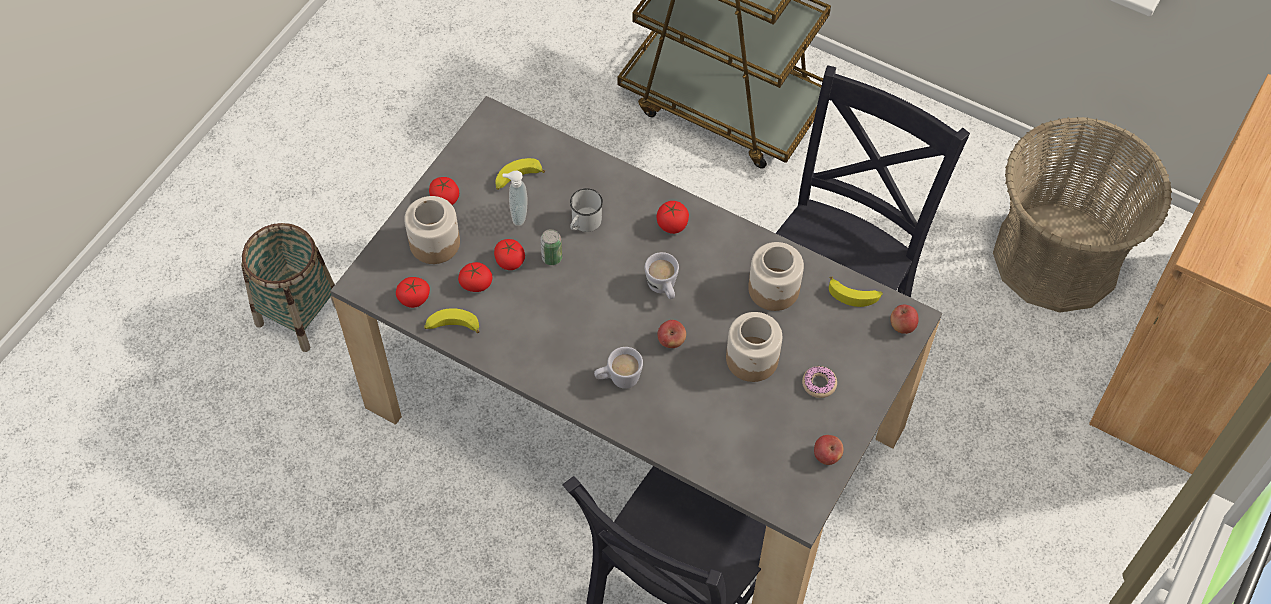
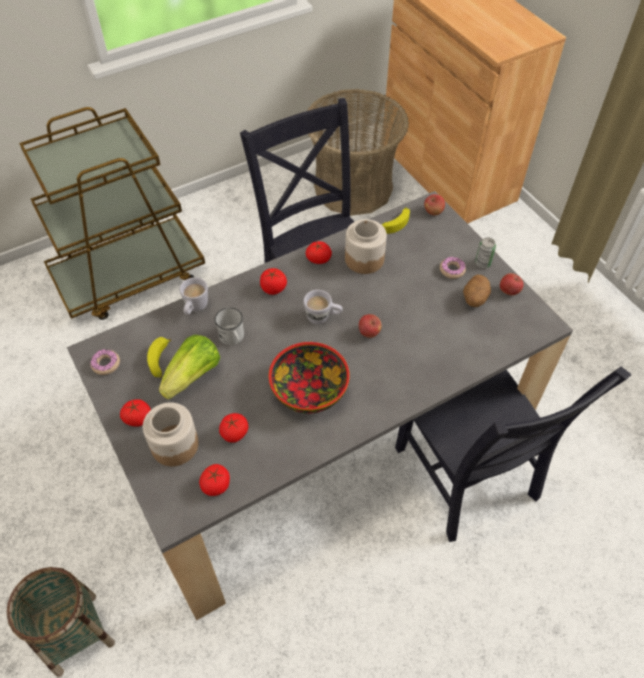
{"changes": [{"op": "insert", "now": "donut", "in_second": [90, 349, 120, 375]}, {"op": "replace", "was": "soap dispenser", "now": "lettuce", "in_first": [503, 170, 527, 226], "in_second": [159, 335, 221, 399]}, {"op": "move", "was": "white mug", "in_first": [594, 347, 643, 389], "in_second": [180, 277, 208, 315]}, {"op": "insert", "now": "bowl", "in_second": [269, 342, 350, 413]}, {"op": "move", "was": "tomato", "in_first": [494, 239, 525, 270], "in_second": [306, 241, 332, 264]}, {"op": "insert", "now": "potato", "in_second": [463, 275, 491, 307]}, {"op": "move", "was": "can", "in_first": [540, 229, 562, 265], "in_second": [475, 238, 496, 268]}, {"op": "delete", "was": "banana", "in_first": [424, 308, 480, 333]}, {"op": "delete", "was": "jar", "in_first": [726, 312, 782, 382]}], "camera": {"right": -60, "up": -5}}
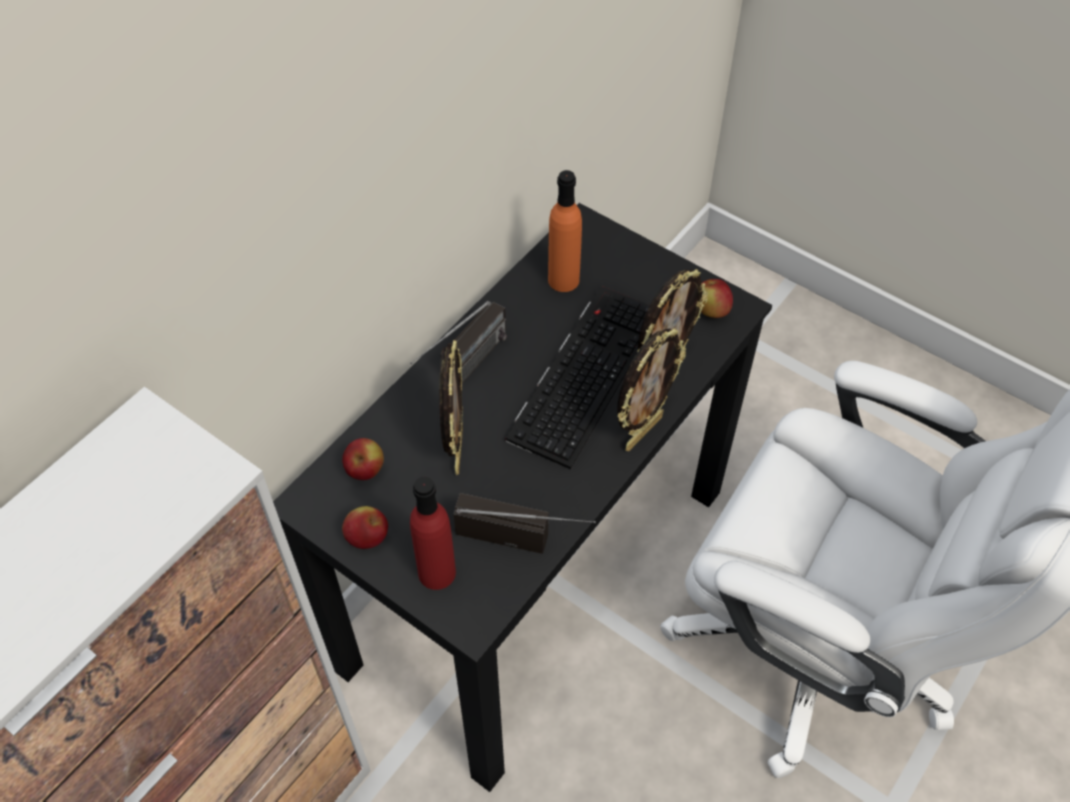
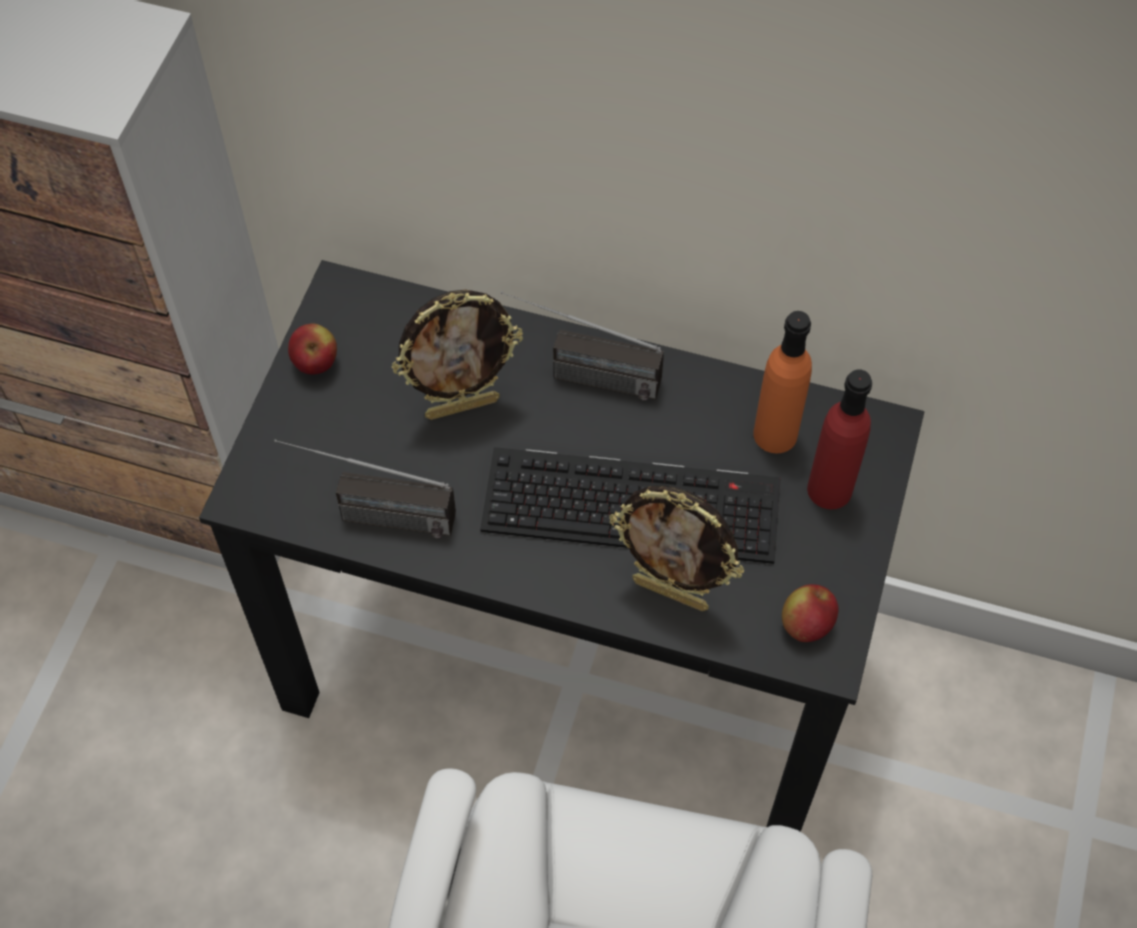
{"changes": [{"op": "rotate", "was": "radio", "in_first": [454, 493, 596, 554], "in_second": [274, 439, 456, 538], "clockwise": 105}, {"op": "move", "was": "red bottle", "in_first": [410, 477, 456, 590], "in_second": [807, 370, 872, 509]}, {"op": "delete", "was": "apple", "in_first": [342, 438, 384, 480]}, {"op": "delete", "was": "picture frame", "in_first": [617, 328, 686, 451]}], "camera": {"right": 70, "up": 5}}
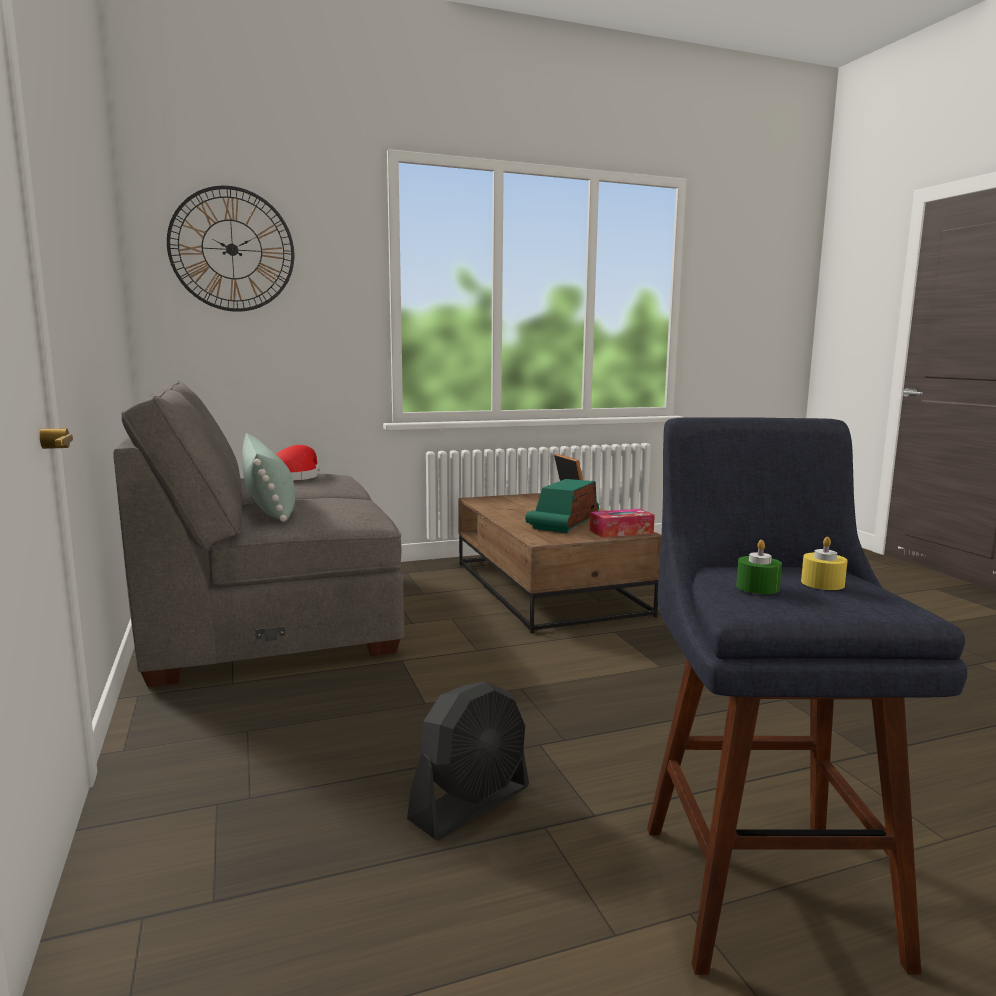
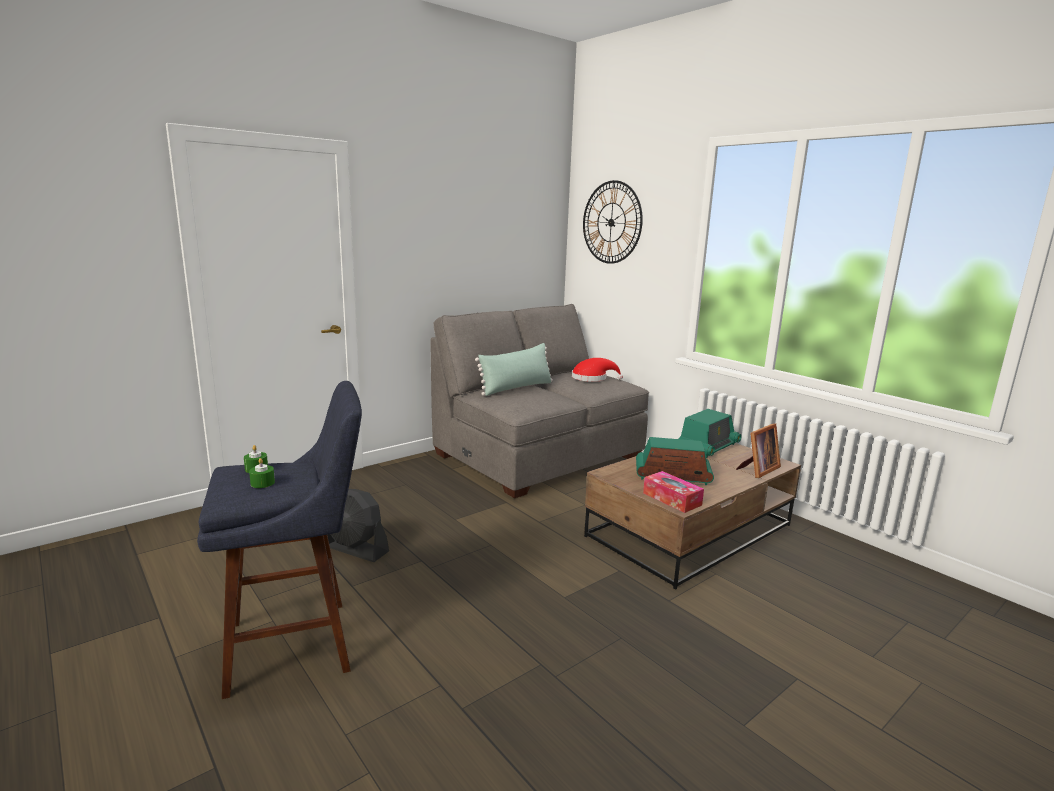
{"changes": [{"op": "recolor", "was": "yellow candle", "now": "green candle", "in_first": [801, 537, 848, 590], "in_second": [249, 458, 275, 488]}, {"op": "insert", "now": "radio", "in_second": [679, 409, 741, 458]}], "camera": {"right": 70, "up": 5}}
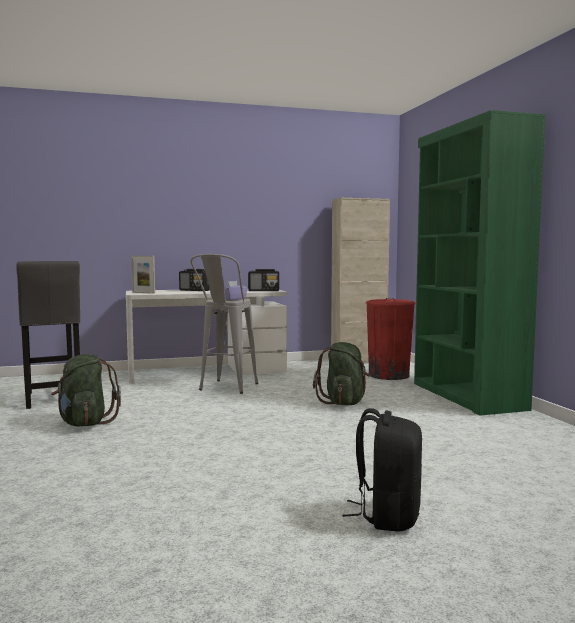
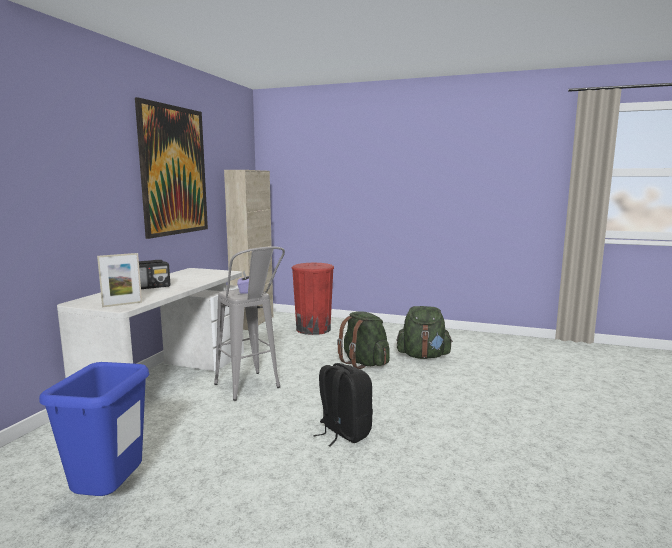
{"changes": [{"op": "replace", "was": "grey stool", "now": "blue trash can", "in_first": [16, 261, 80, 409], "in_second": [39, 362, 150, 496]}, {"op": "insert", "now": "picture", "in_second": [135, 97, 208, 239]}, {"op": "move", "was": "black backpack", "in_first": [343, 408, 422, 532], "in_second": [313, 363, 373, 446]}, {"op": "move", "was": "green backpack", "in_first": [51, 354, 121, 427], "in_second": [397, 306, 453, 359]}, {"op": "delete", "was": "radio", "in_first": [248, 269, 279, 291]}, {"op": "delete", "was": "green bookcase", "in_first": [414, 110, 546, 416]}], "camera": {"right": -55, "up": 5}}
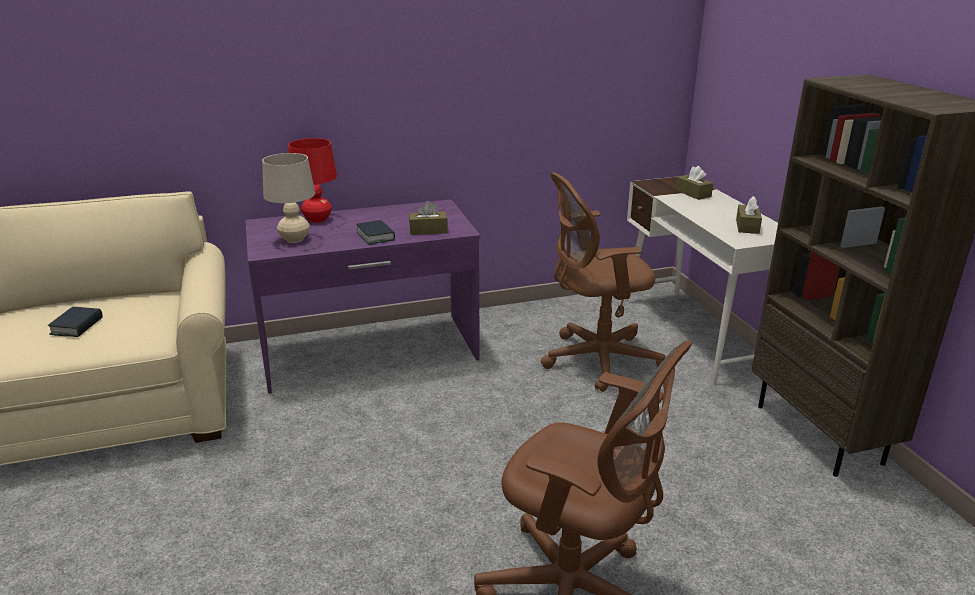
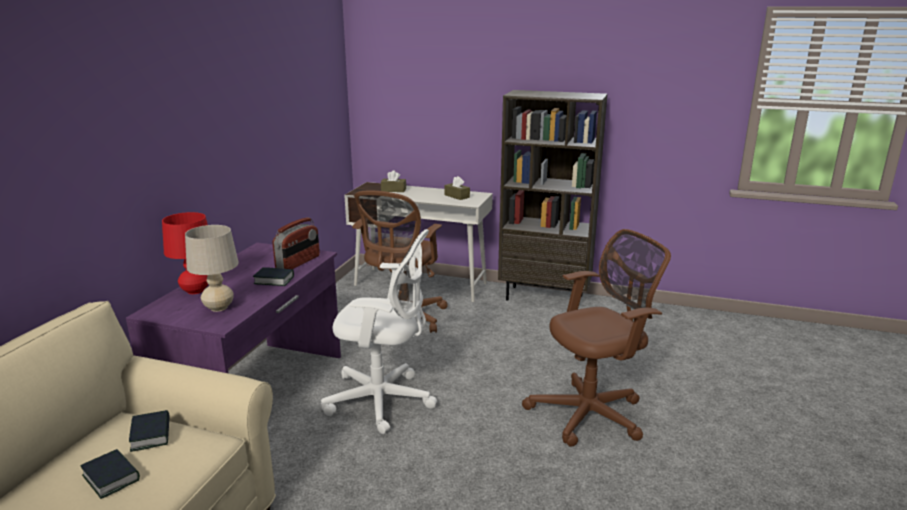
{"changes": [{"op": "insert", "now": "book", "in_second": [129, 410, 170, 452]}, {"op": "replace", "was": "brown tissue box", "now": "radio", "in_first": [409, 201, 448, 235], "in_second": [273, 217, 320, 269]}, {"op": "insert", "now": "white office chair", "in_second": [321, 229, 437, 434]}], "camera": {"right": -55, "up": -5}}
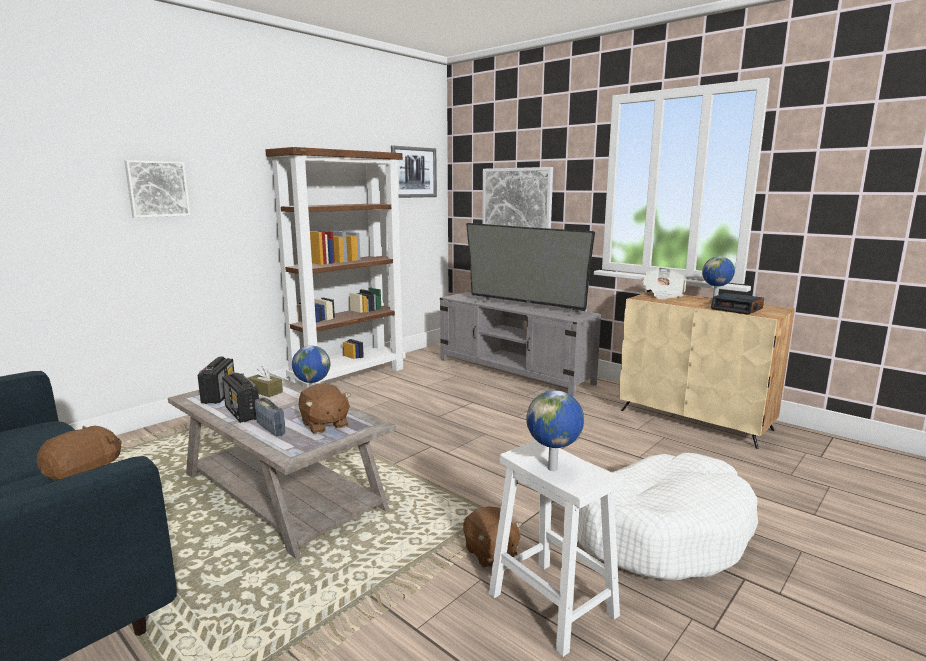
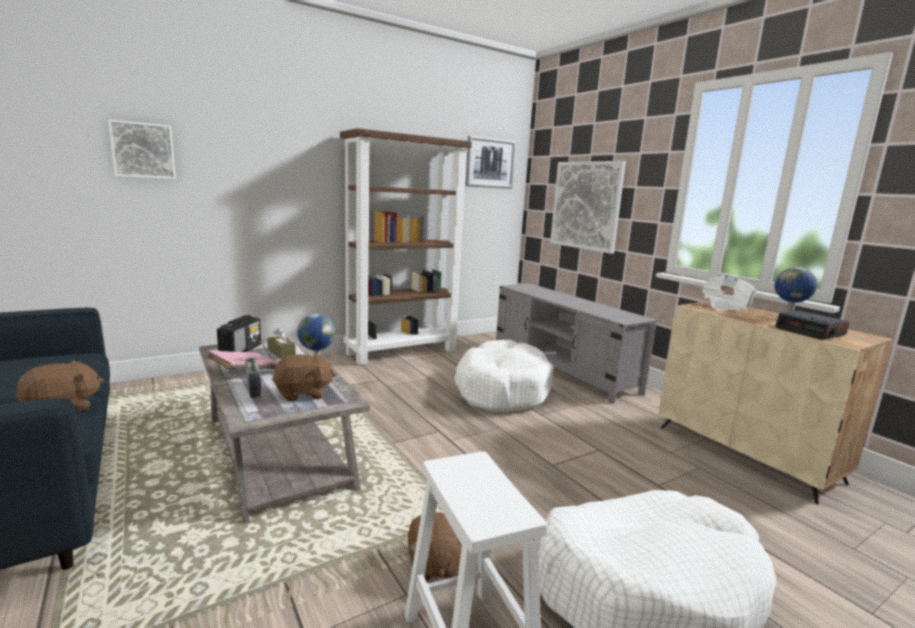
{"changes": [{"op": "move", "was": "picture", "in_first": [124, 160, 190, 218], "in_second": [108, 120, 176, 179]}, {"op": "replace", "was": "radio", "now": "pink book", "in_first": [222, 373, 259, 423], "in_second": [207, 350, 278, 370]}, {"op": "rotate", "was": "brown plush toy", "in_first": [299, 383, 351, 434], "in_second": [272, 353, 336, 402], "clockwise": -90}, {"op": "insert", "now": "white dog bed", "in_second": [454, 340, 554, 412]}, {"op": "delete", "was": "television", "in_first": [466, 223, 595, 316]}, {"op": "delete", "was": "globe", "in_first": [526, 390, 584, 471]}], "camera": {"right": 15, "up": 0}}
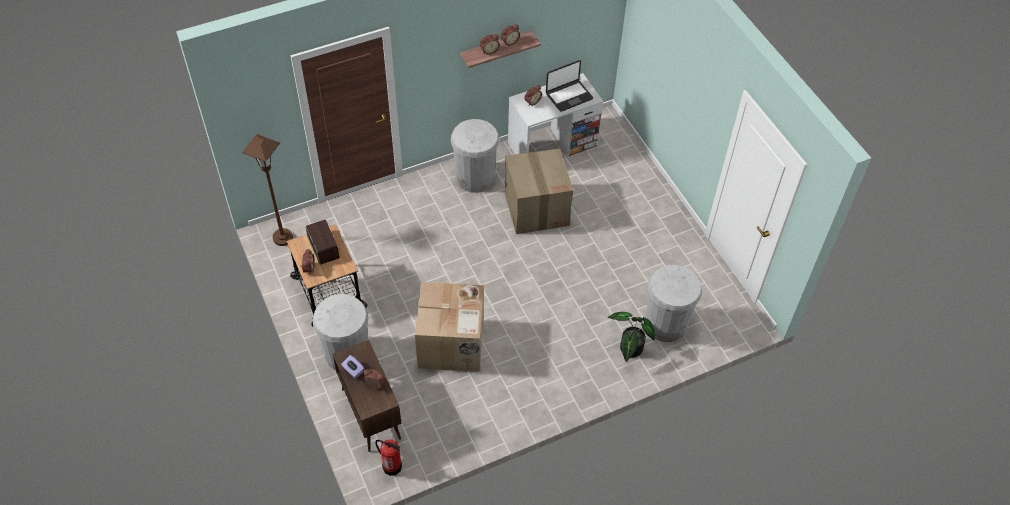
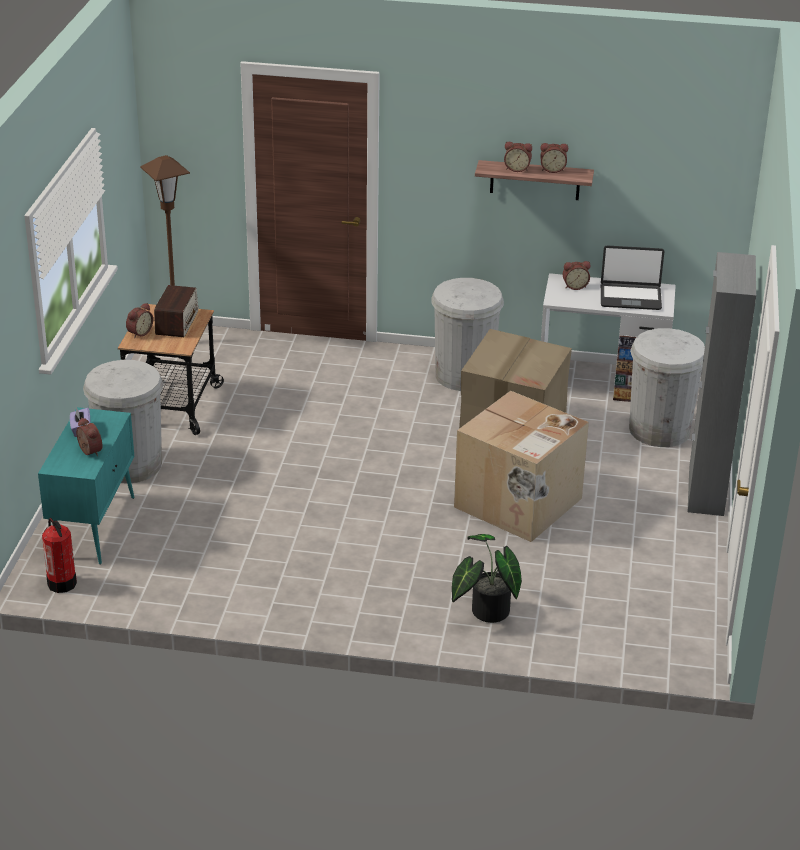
{"changes": [{"op": "recolor", "was": "brown cabinet", "now": "turquoise cabinet", "in_first": [332, 340, 401, 452], "in_second": [38, 407, 134, 565]}, {"op": "move", "was": "cardboard box", "in_first": [415, 282, 484, 372], "in_second": [454, 391, 589, 542]}, {"op": "move", "was": "white trash can", "in_first": [645, 265, 702, 342], "in_second": [629, 328, 705, 447]}, {"op": "insert", "now": "grey cabinet", "in_second": [687, 252, 756, 516]}], "camera": {"right": 35, "up": -20}}
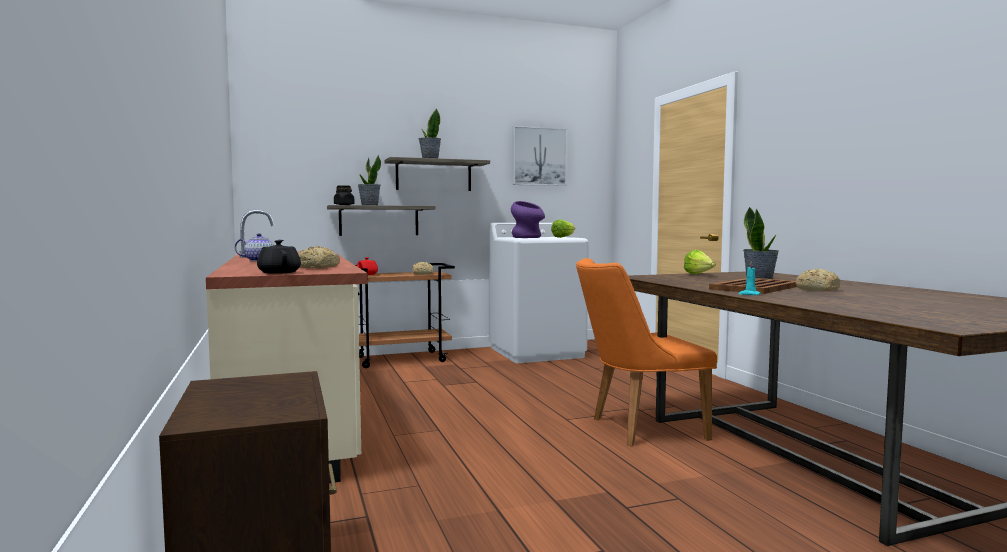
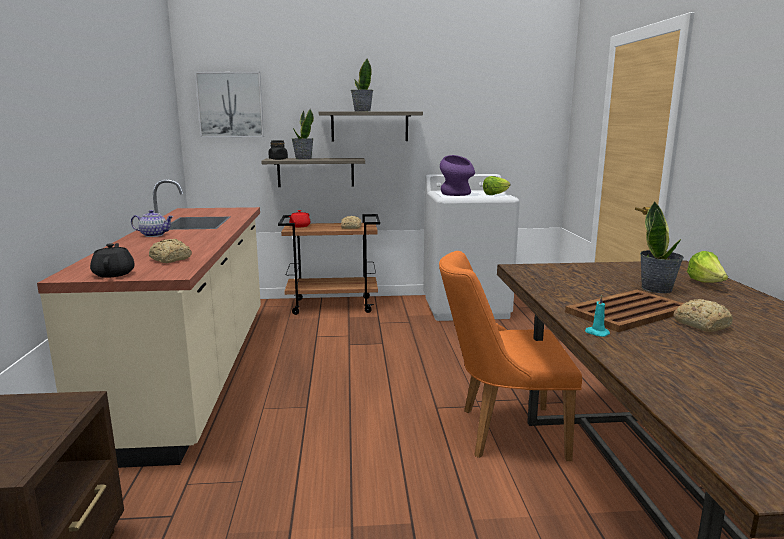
{"changes": [{"op": "move", "was": "picture", "in_first": [513, 126, 567, 186], "in_second": [195, 71, 264, 137]}, {"op": "move", "was": "lettuce", "in_first": [684, 250, 715, 274], "in_second": [687, 251, 728, 283]}], "camera": {"right": 15, "up": 10}}
